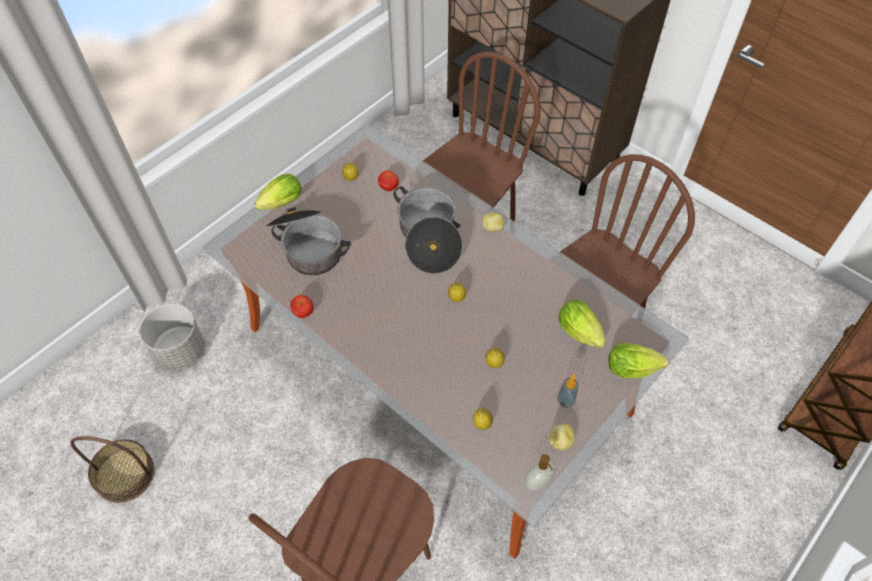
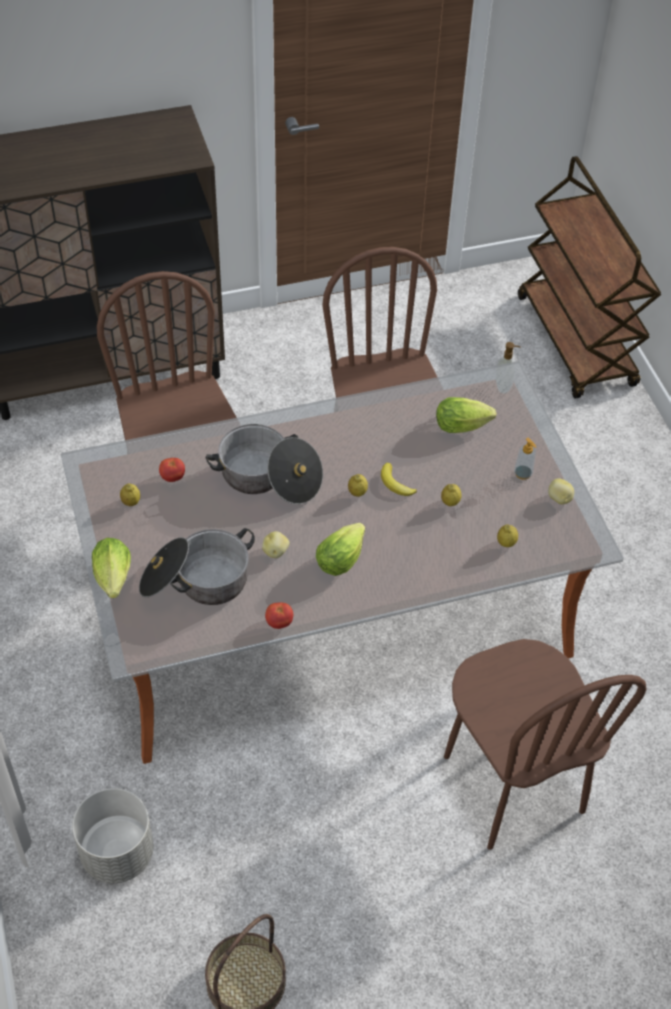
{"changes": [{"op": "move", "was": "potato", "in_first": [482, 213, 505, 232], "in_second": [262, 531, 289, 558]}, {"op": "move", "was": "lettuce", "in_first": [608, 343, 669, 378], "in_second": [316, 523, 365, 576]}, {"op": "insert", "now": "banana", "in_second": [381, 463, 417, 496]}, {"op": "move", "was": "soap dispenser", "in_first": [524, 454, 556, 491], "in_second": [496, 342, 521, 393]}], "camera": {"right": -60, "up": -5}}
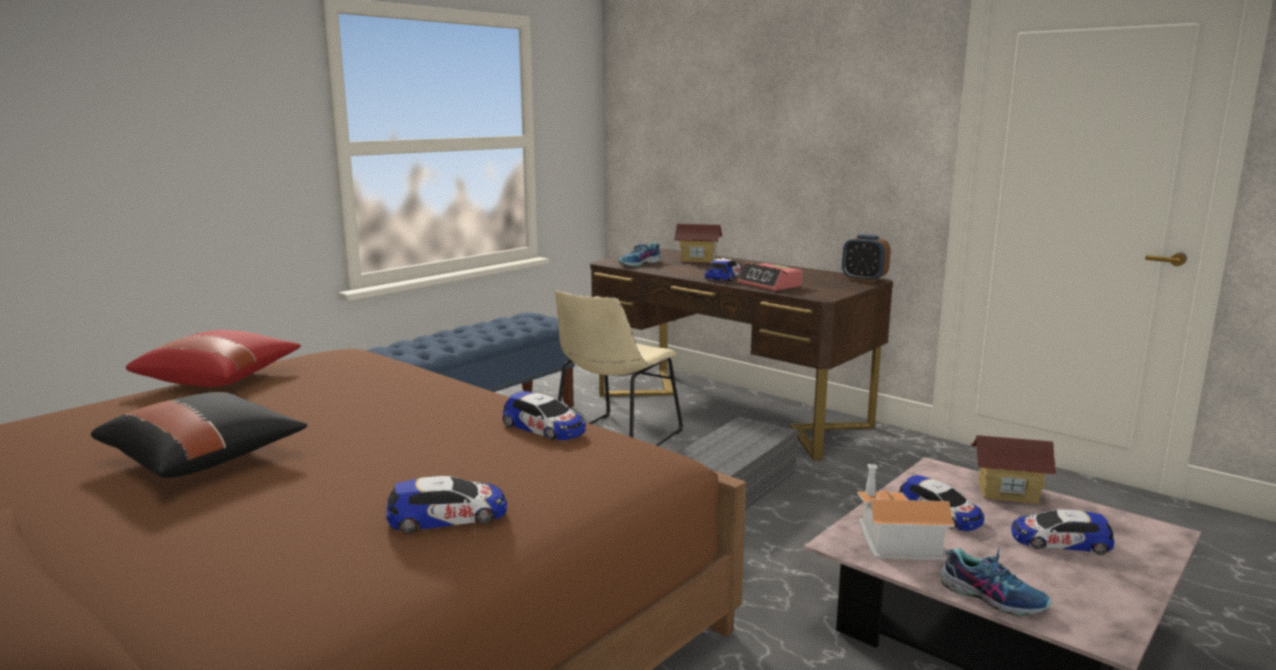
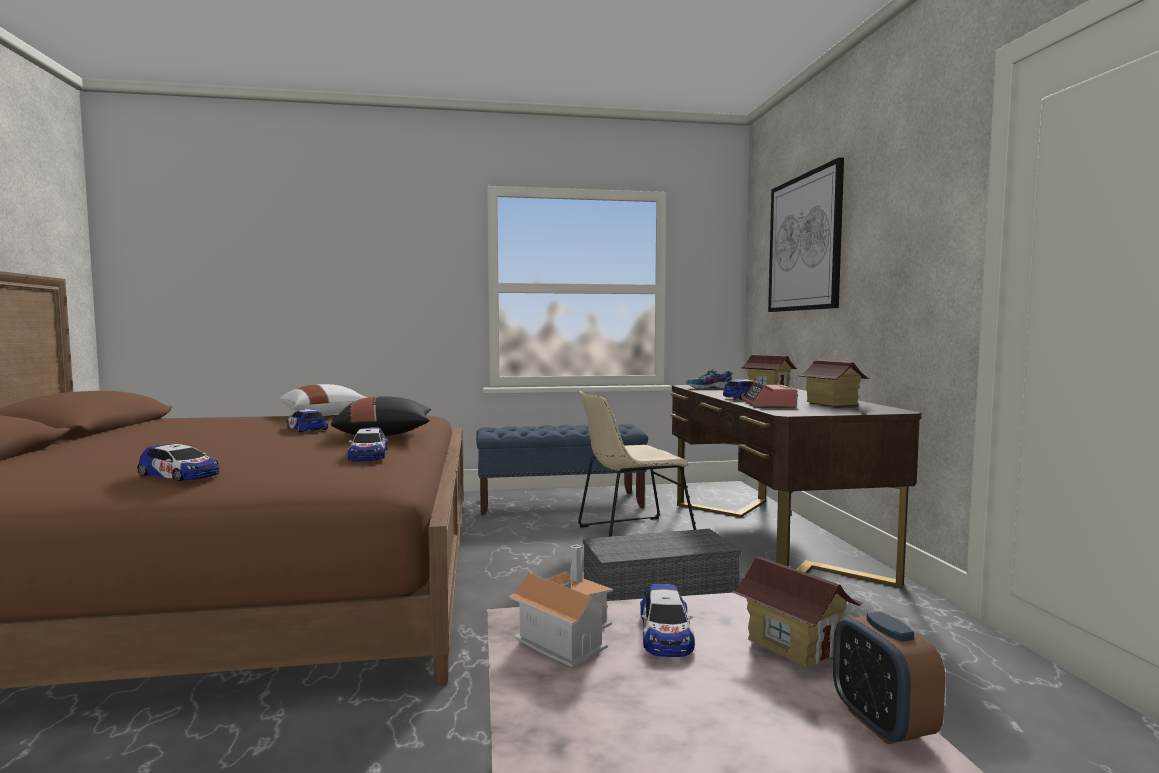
{"changes": [{"op": "recolor", "was": "red pillow", "now": "white pillow", "in_first": [126, 330, 301, 387], "in_second": [280, 384, 367, 416]}, {"op": "move", "was": "toy car", "in_first": [1011, 509, 1114, 555], "in_second": [287, 409, 328, 432]}, {"op": "move", "was": "black pillow", "in_first": [91, 392, 308, 478], "in_second": [331, 396, 431, 436]}, {"op": "insert", "now": "picture", "in_second": [768, 157, 844, 312]}, {"op": "insert", "now": "toy house", "in_second": [797, 360, 870, 406]}, {"op": "move", "was": "alarm clock", "in_first": [842, 234, 891, 282], "in_second": [833, 612, 945, 744]}, {"op": "delete", "was": "shoe", "in_first": [940, 547, 1051, 617]}], "camera": {"right": 40, "up": -10}}
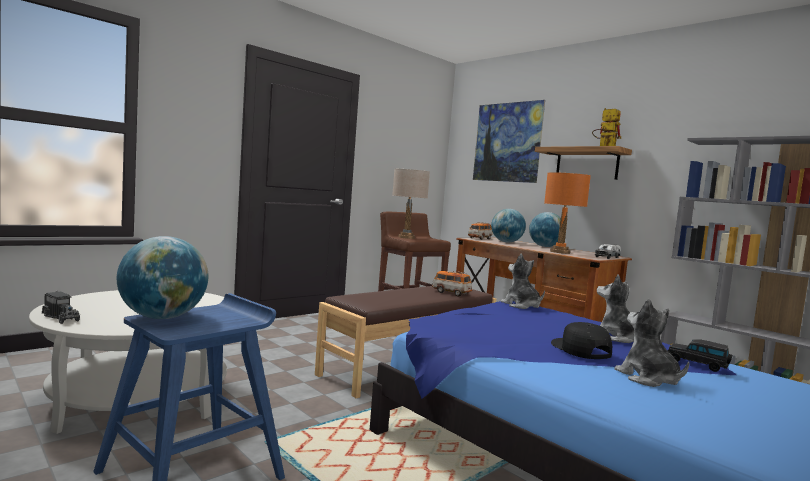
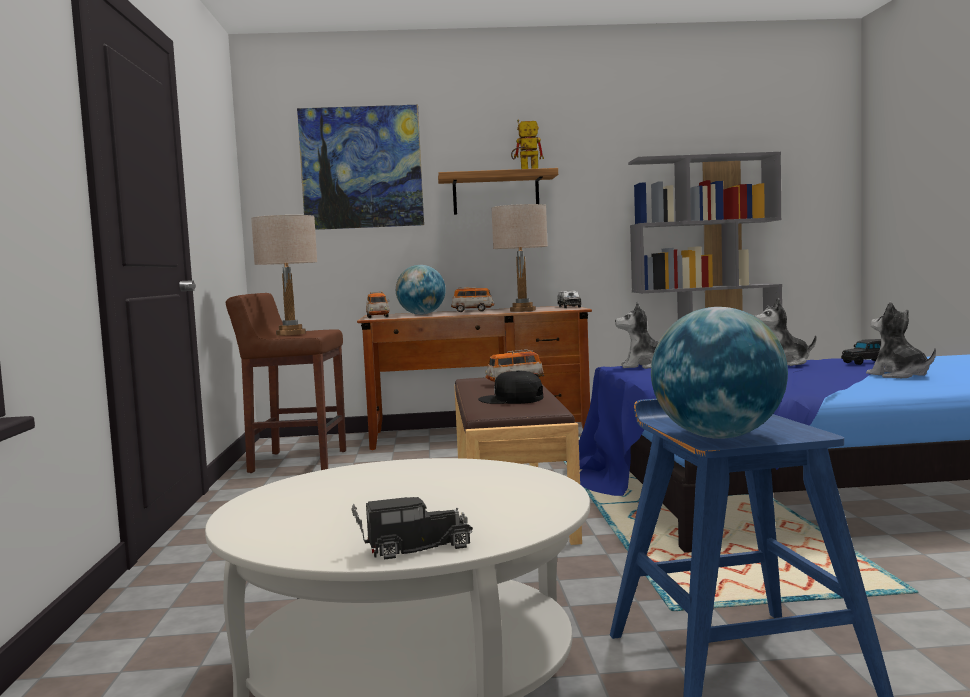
{"changes": [{"op": "replace", "was": "globe", "now": "toy car", "in_first": [529, 212, 561, 247], "in_second": [451, 287, 494, 312]}, {"op": "move", "was": "black cap", "in_first": [551, 322, 612, 359], "in_second": [478, 370, 543, 404]}, {"op": "recolor", "was": "orange table lamp", "now": "beige table lamp", "in_first": [544, 172, 591, 254], "in_second": [491, 204, 548, 312]}, {"op": "rotate", "was": "plush toy", "in_first": [614, 299, 690, 387], "in_second": [866, 302, 936, 378], "clockwise": 45}], "camera": {"right": -50, "up": 0}}
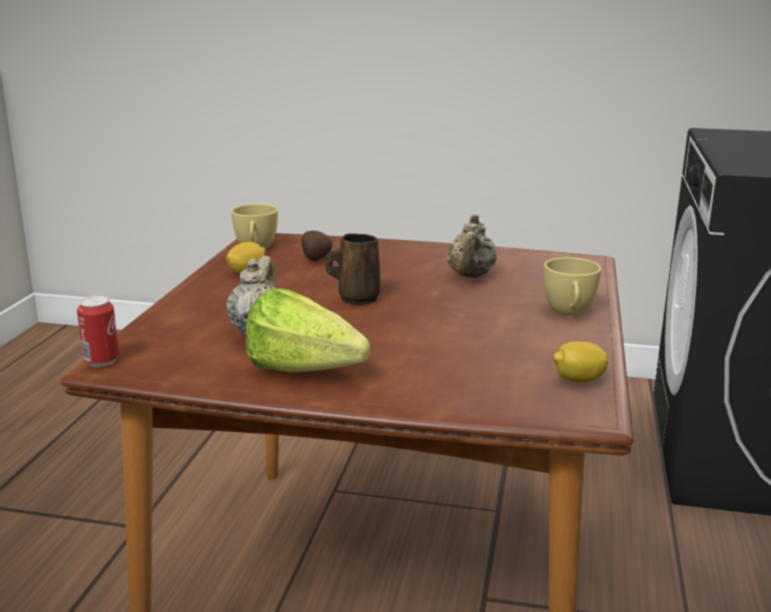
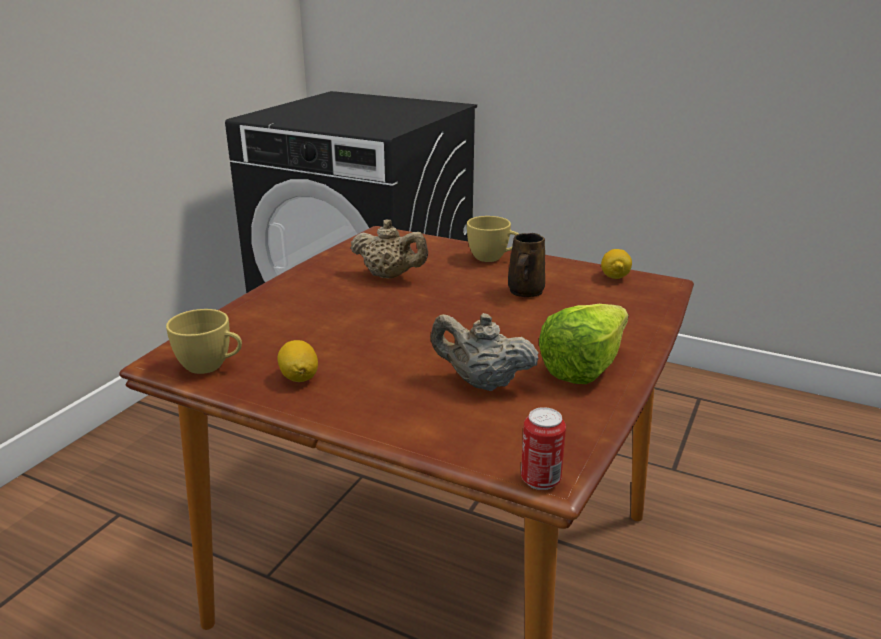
{"changes": [{"op": "move", "was": "brown mug", "in_first": [326, 234, 380, 305], "in_second": [508, 233, 545, 297]}, {"op": "delete", "was": "potato", "in_first": [301, 231, 333, 261]}], "camera": {"right": -75, "up": 5}}
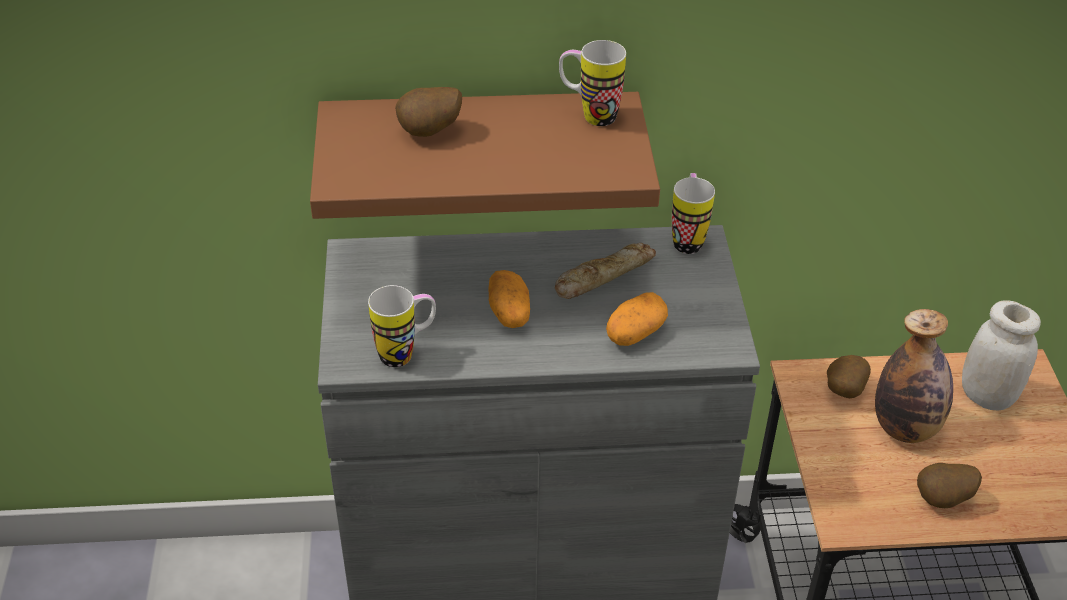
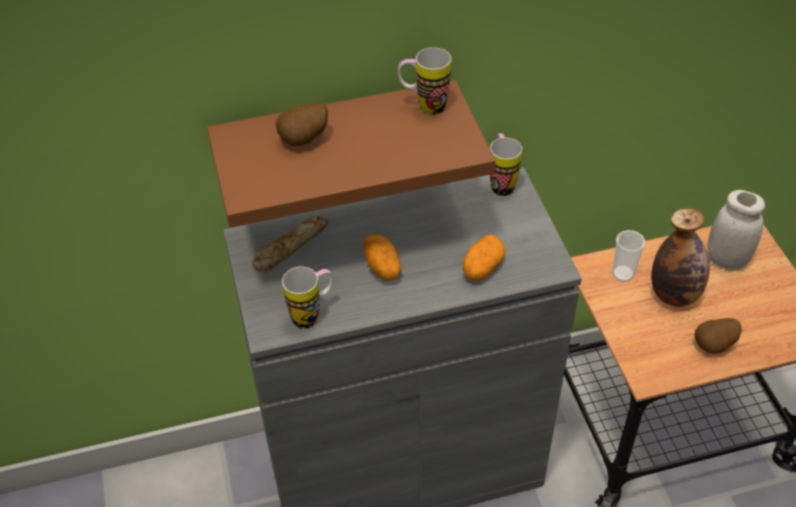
{"changes": [{"op": "move", "was": "bread", "in_first": [555, 243, 656, 299], "in_second": [252, 216, 328, 272]}, {"op": "replace", "was": "potato", "now": "cup", "in_first": [827, 355, 871, 398], "in_second": [612, 230, 645, 282]}], "camera": {"right": -10, "up": 5}}
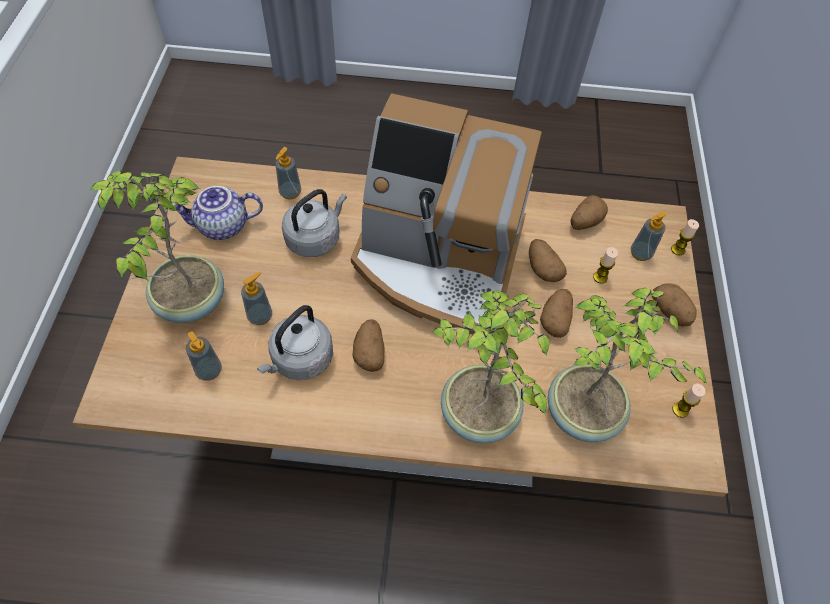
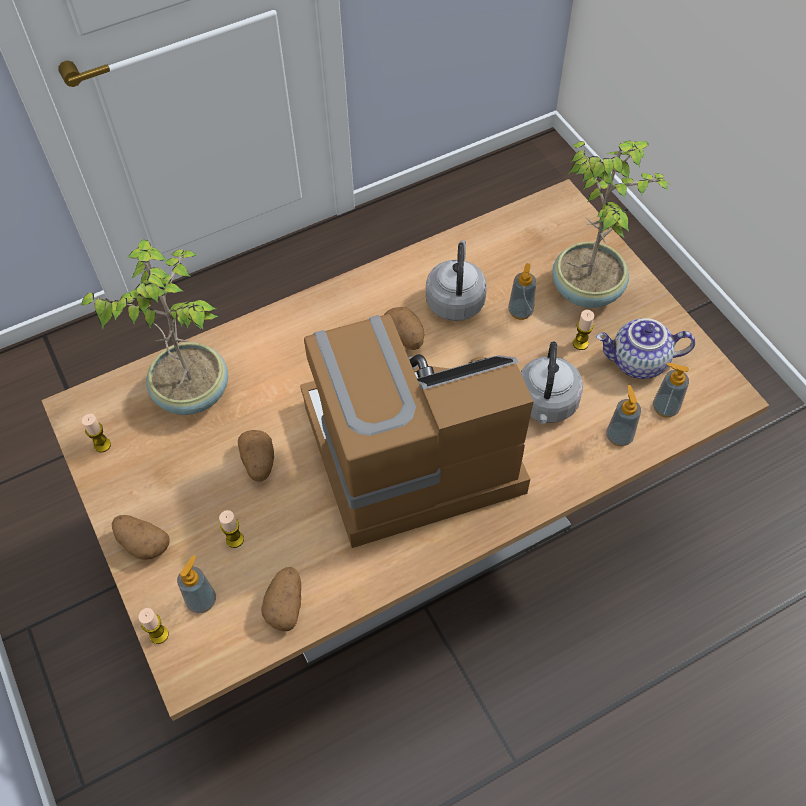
{"changes": [{"op": "insert", "now": "candle", "in_second": [573, 310, 594, 350]}, {"op": "rotate", "was": "teapot", "in_first": [172, 186, 263, 240], "in_second": [596, 318, 695, 379], "clockwise": -135}, {"op": "move", "was": "soap dispenser", "in_first": [186, 331, 222, 380], "in_second": [653, 363, 689, 418]}, {"op": "delete", "was": "potted plant", "in_first": [432, 290, 550, 444]}, {"op": "delete", "was": "potato", "in_first": [529, 239, 567, 282]}], "camera": {"right": 150, "up": 0}}
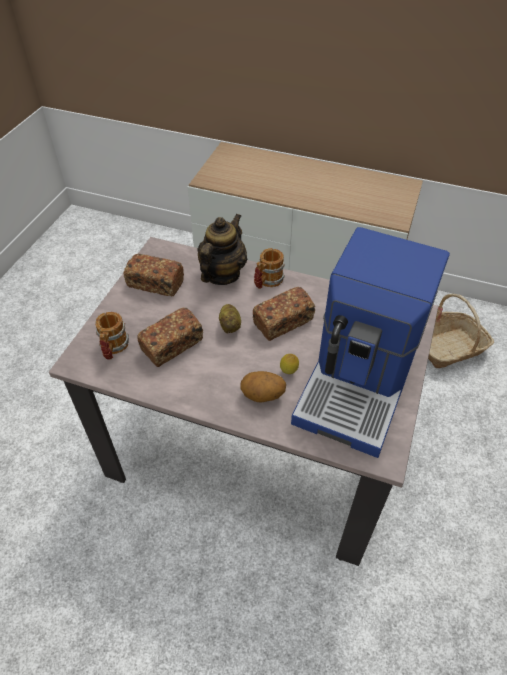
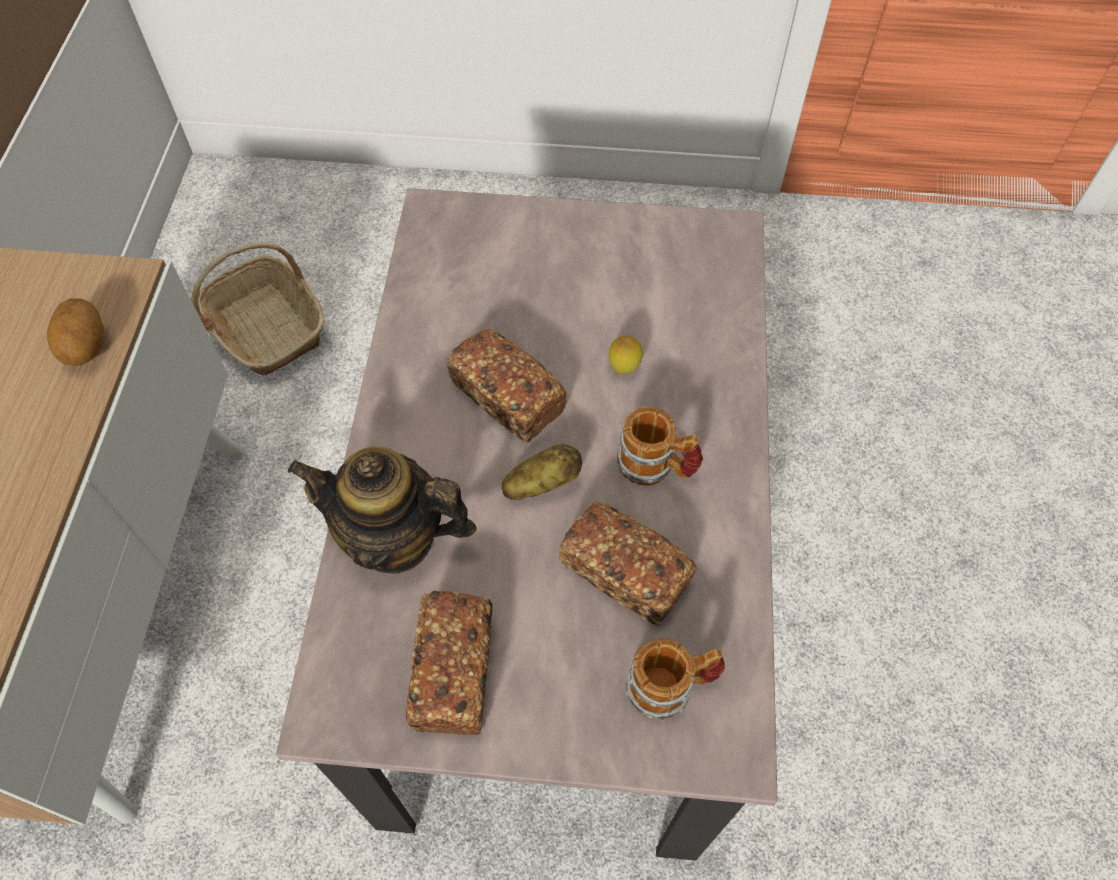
{"changes": [{"op": "move", "was": "potato", "in_first": [241, 371, 286, 402], "in_second": [47, 299, 104, 366]}, {"op": "move", "was": "mug", "in_first": [254, 248, 285, 289], "in_second": [617, 407, 703, 486]}, {"op": "delete", "was": "coffee machine", "in_first": [291, 227, 450, 458]}], "camera": {"right": -105, "up": 10}}
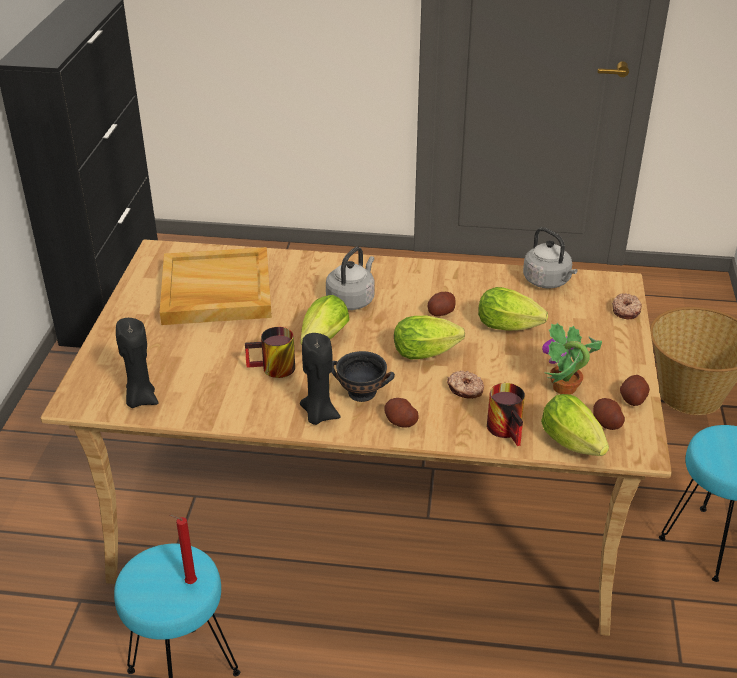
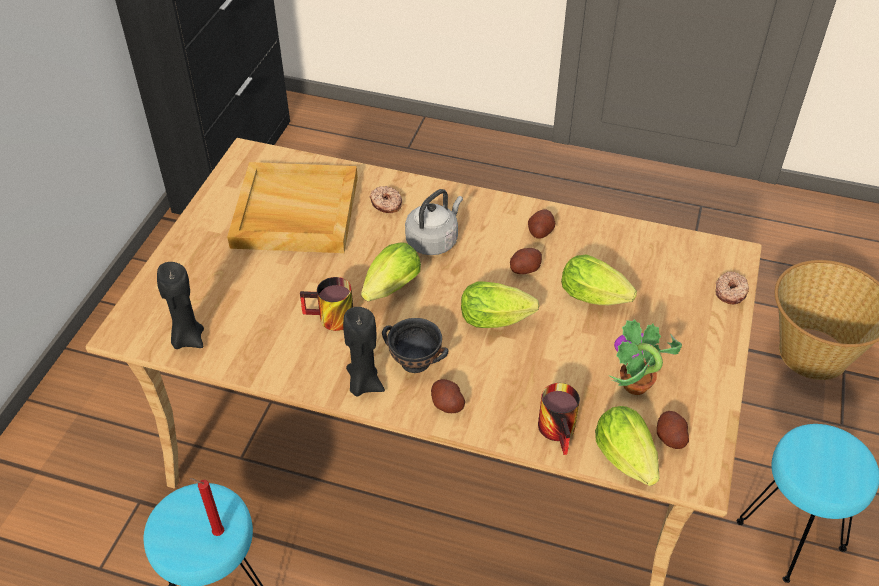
{"changes": [{"op": "move", "was": "donut", "in_first": [447, 371, 484, 399], "in_second": [370, 186, 402, 213]}, {"op": "move", "was": "potato", "in_first": [620, 375, 650, 406], "in_second": [528, 210, 555, 239]}, {"op": "delete", "was": "grey kettle", "in_first": [523, 227, 578, 289]}], "camera": {"right": 10, "up": 10}}
